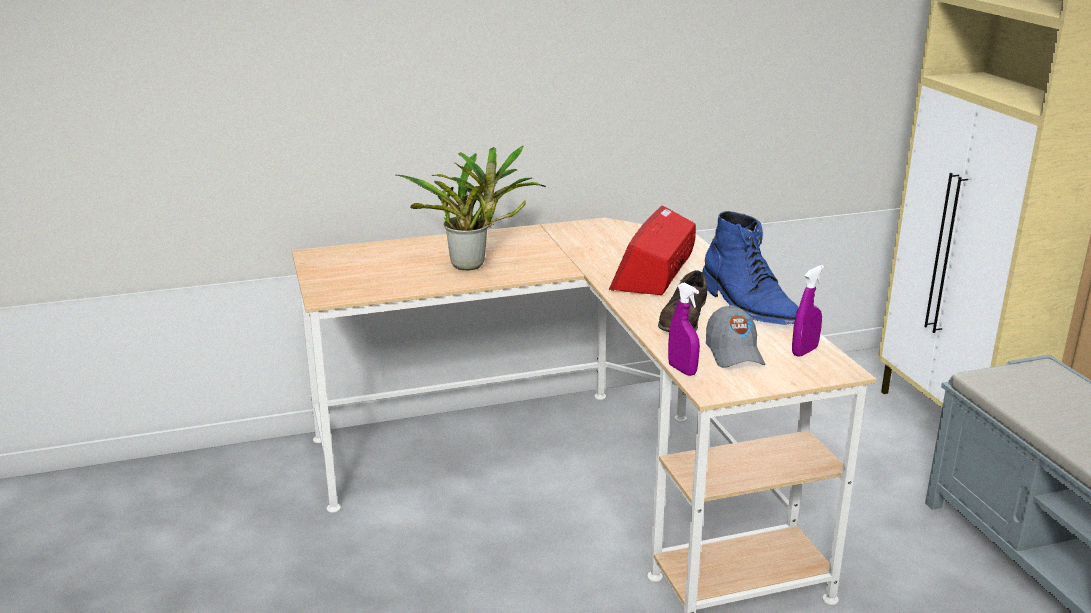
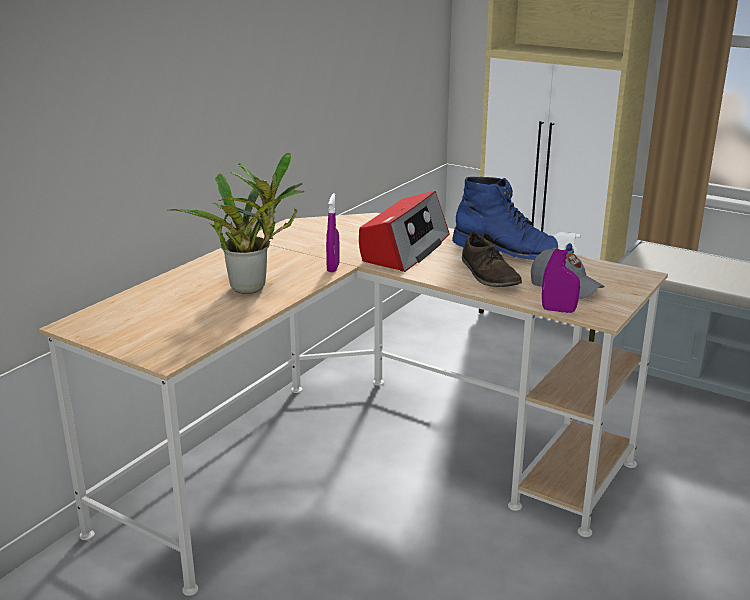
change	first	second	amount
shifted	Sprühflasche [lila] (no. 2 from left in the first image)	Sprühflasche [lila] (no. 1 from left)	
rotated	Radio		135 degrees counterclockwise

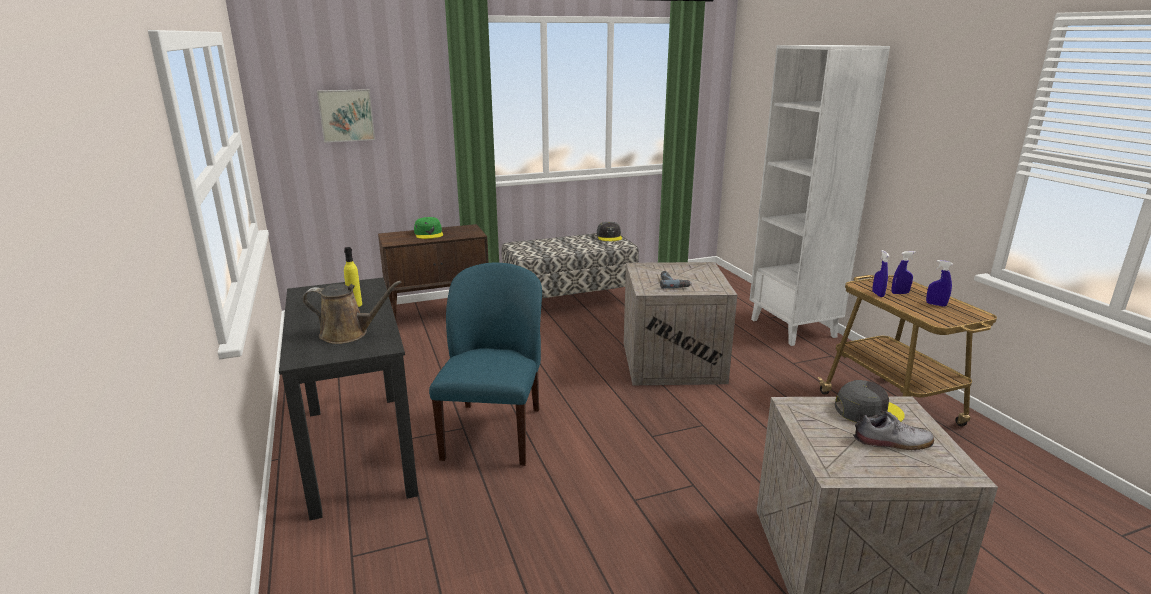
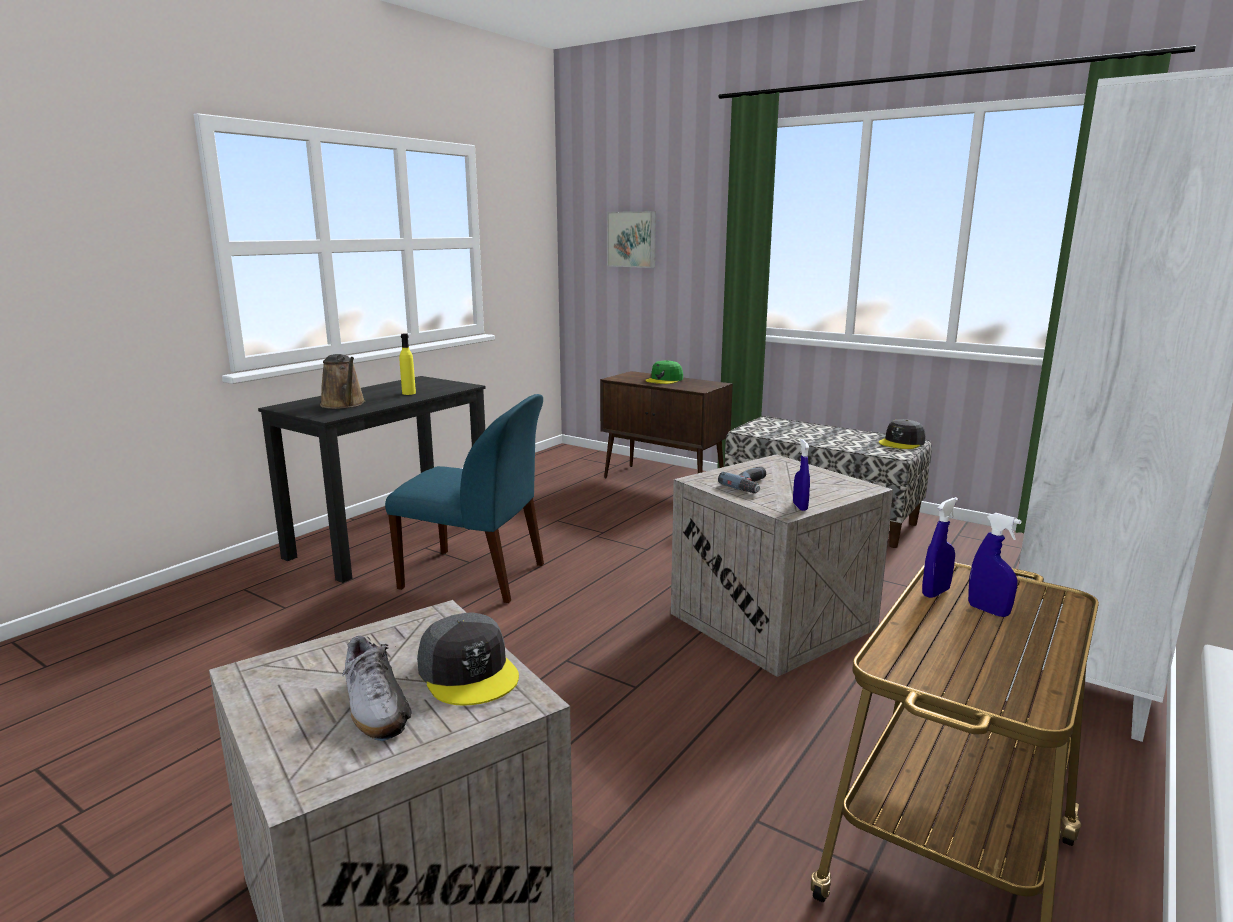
change	first	second	amount
rotated	Stuhl [blau]		45 degrees clockwise
shifted	Sprühflasche [blau] (no. 3 from left in the first image)	Sprühflasche [blau] (no. 1 from left)	

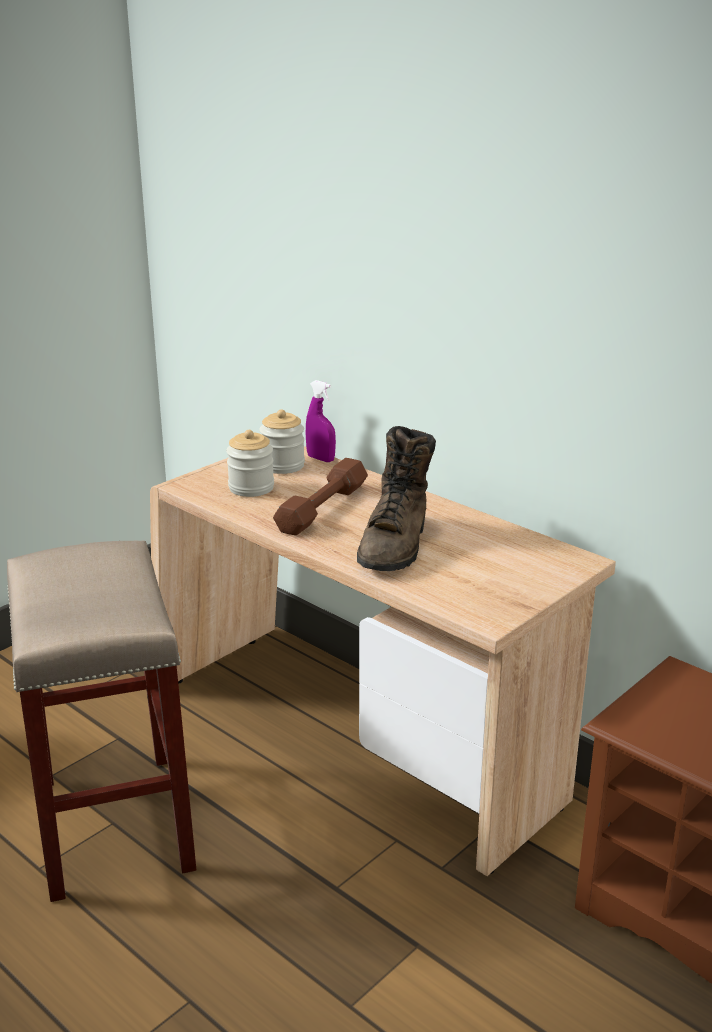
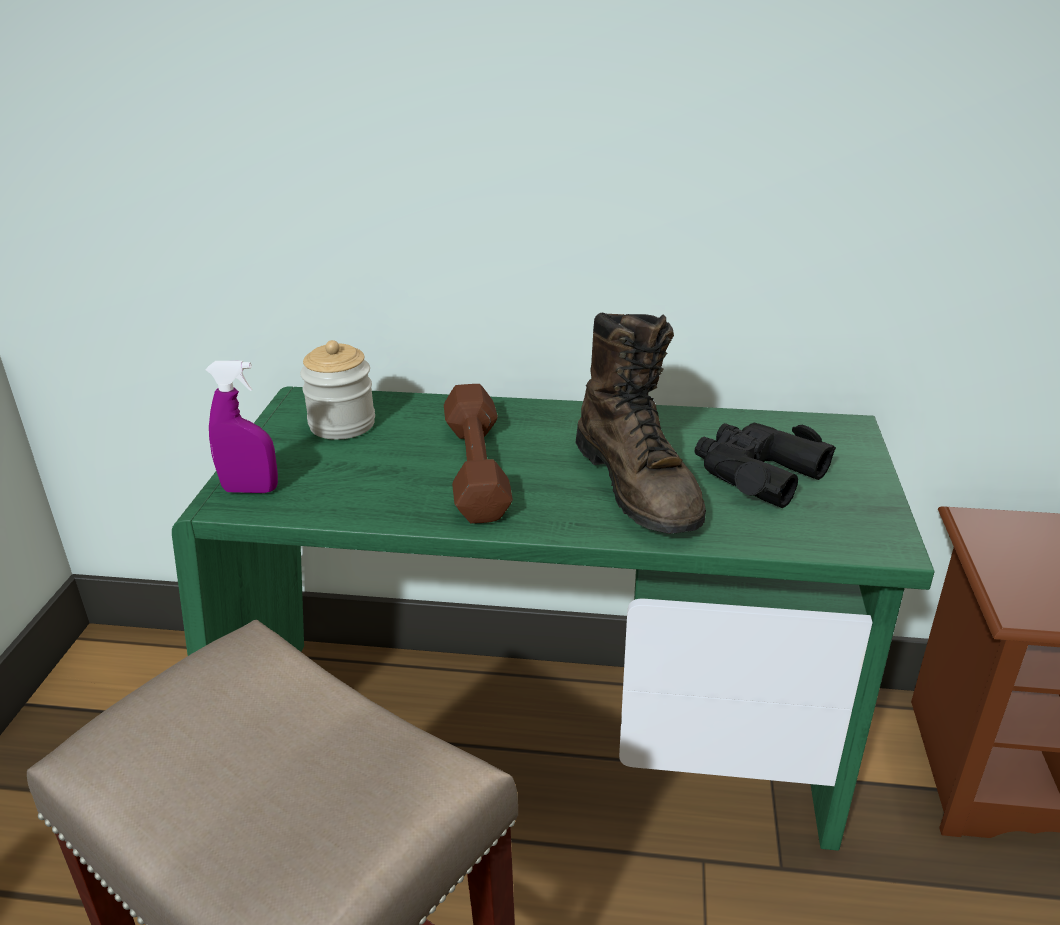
change	first	second	amount
repainted	Schreibtisch [beige]	Schreibtisch [grün]	
shifted	Sprühflasche [lila]		
new		Fernglas [schwarz]	
gone	Vorratsglas (no. 1 from left)		

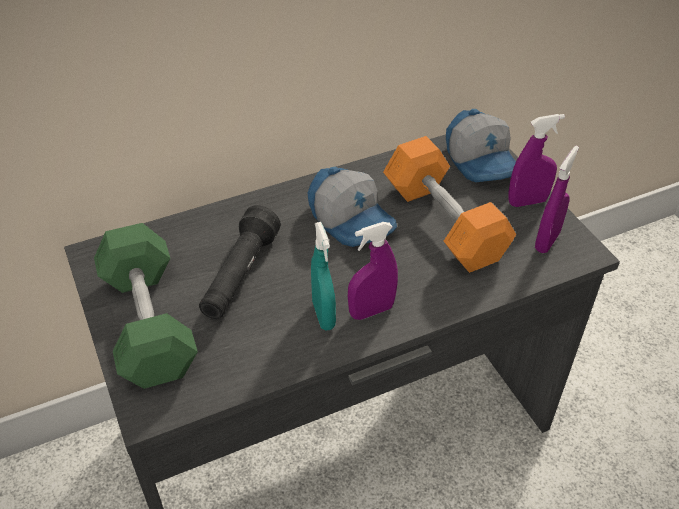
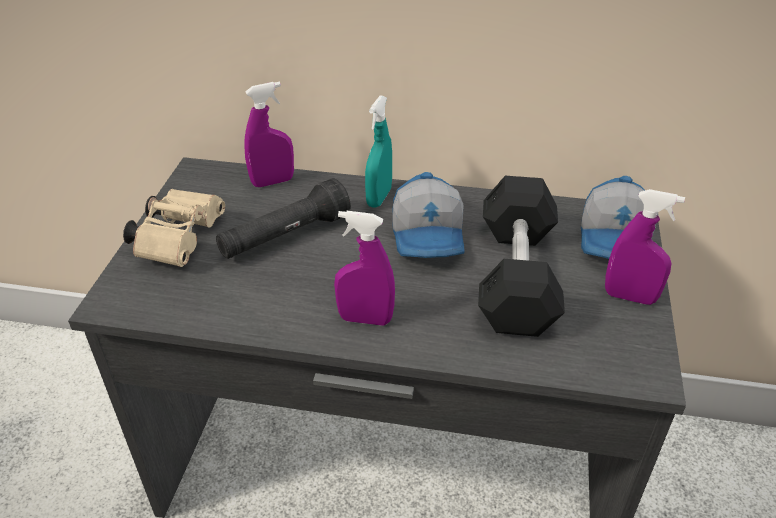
change	first	second	amount
swapped	Hantel [grün]	Fernglas [beige]	
shifted	Sprühflasche [lila] (no. 3 from left in the first image)	Sprühflasche [lila] (no. 1 from left)	
shifted	Sprühflasche [türkis]		
repainted	Hantel [orange]	Hantel [schwarz]	

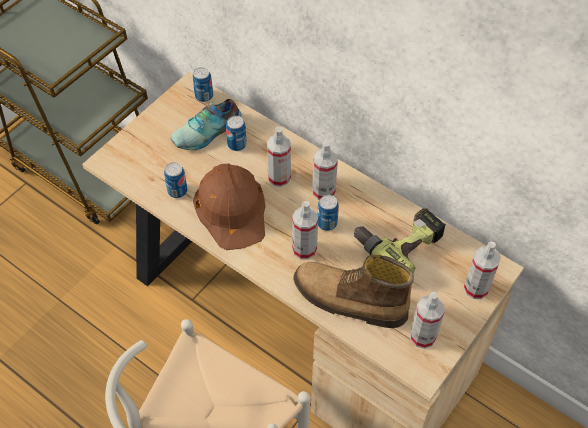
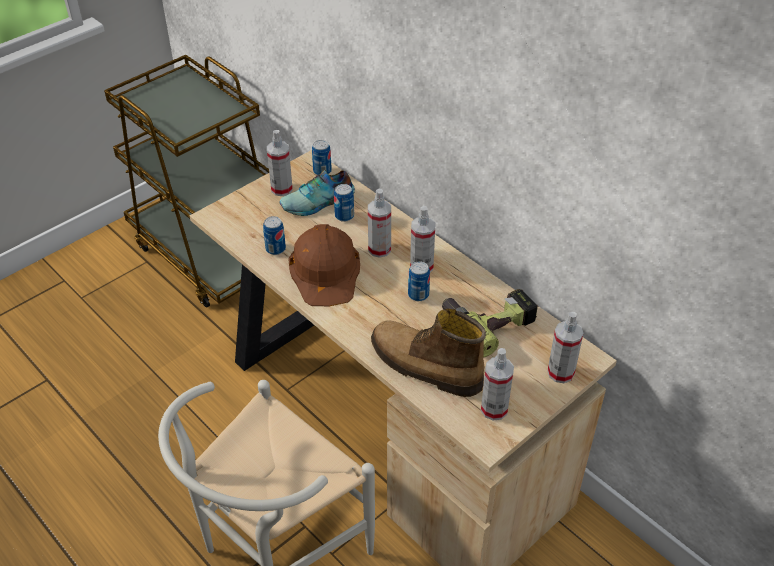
change	first	second	amount
shifted	Sprühflasche (no. 2 from left in the first image)	Sprühflasche (no. 1 from left)	

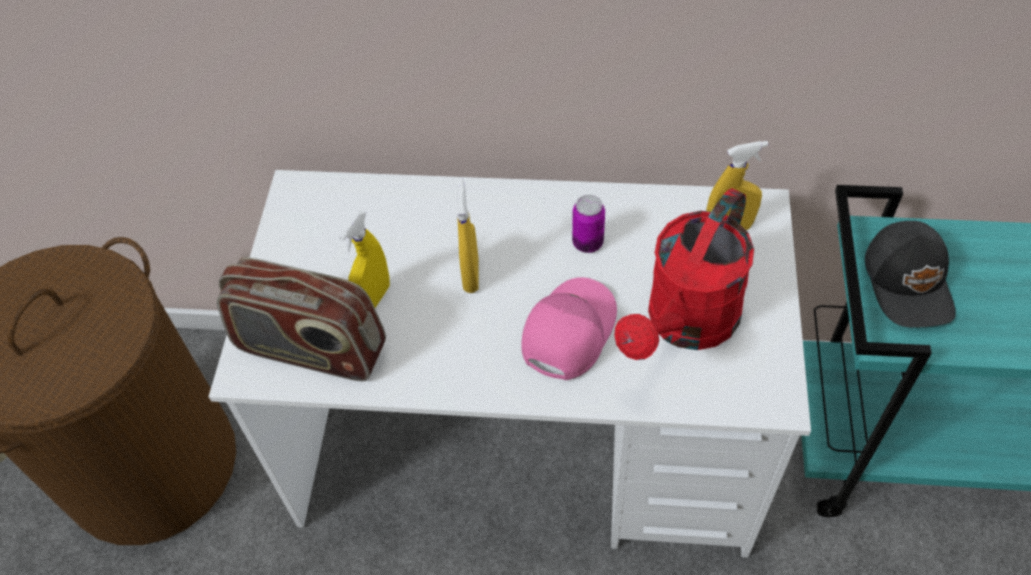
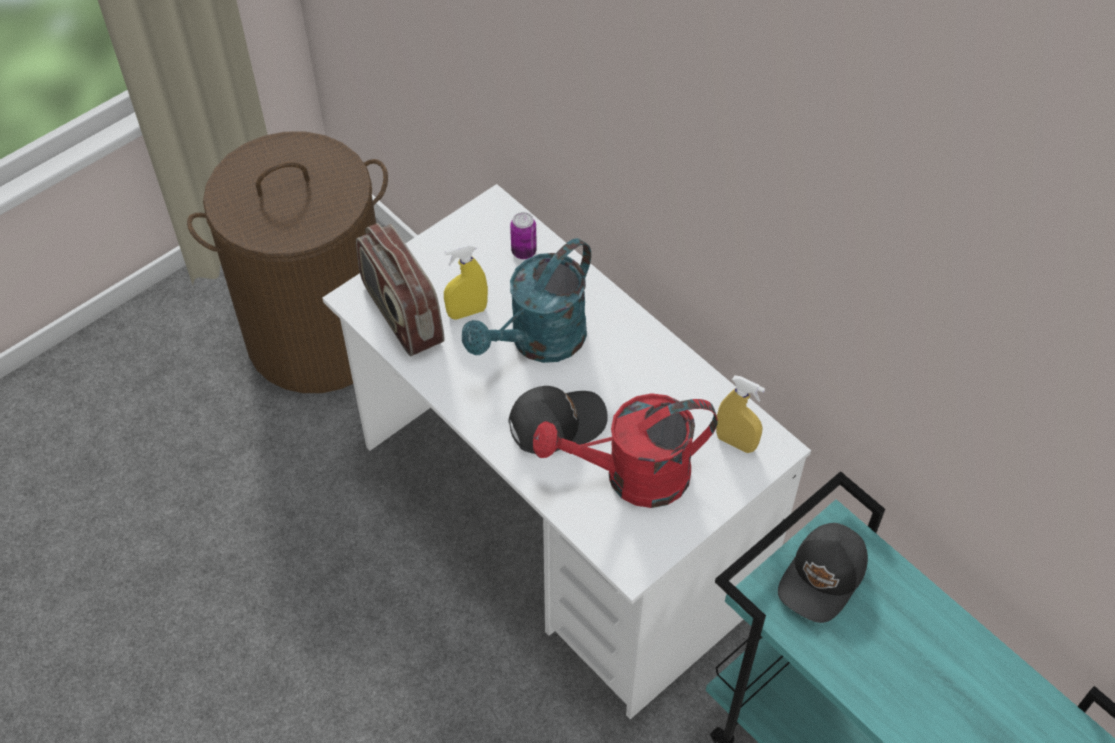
change	first	second	amount
swapped	Sprühflasche [gelb] (no. 2 from left)	Gießkanne [türkis]	
repainted	Kappe [rosa]	Kappe [schwarz] (no. 1 from left)	
shifted	Dose		

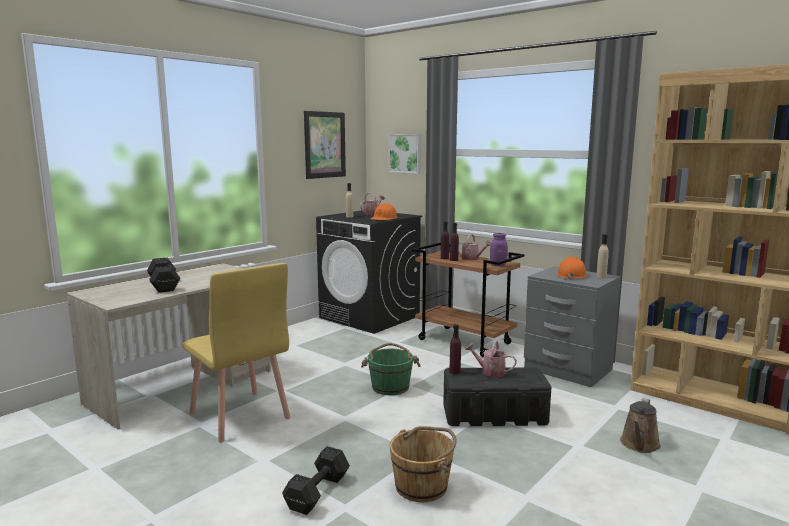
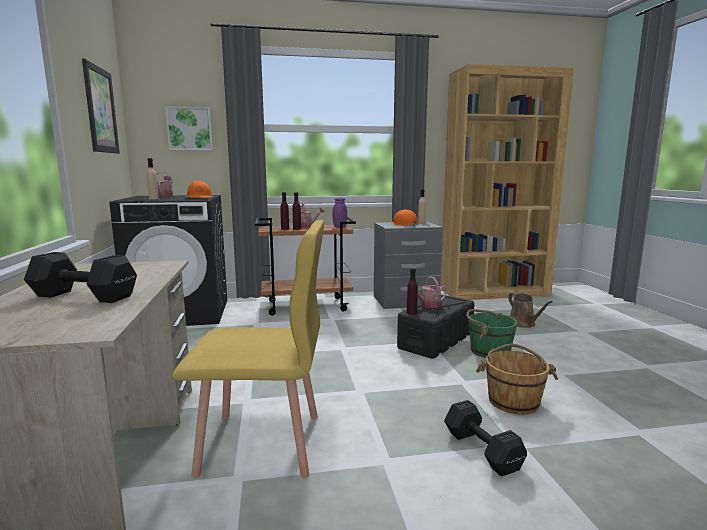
change	first	second	amount
shifted	Eimer [grün]		

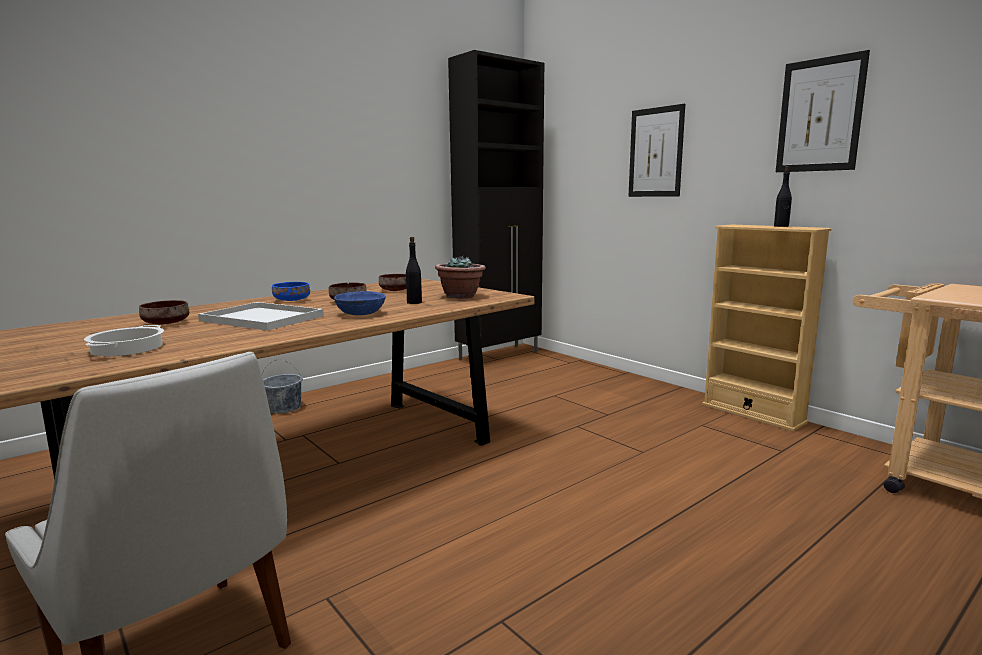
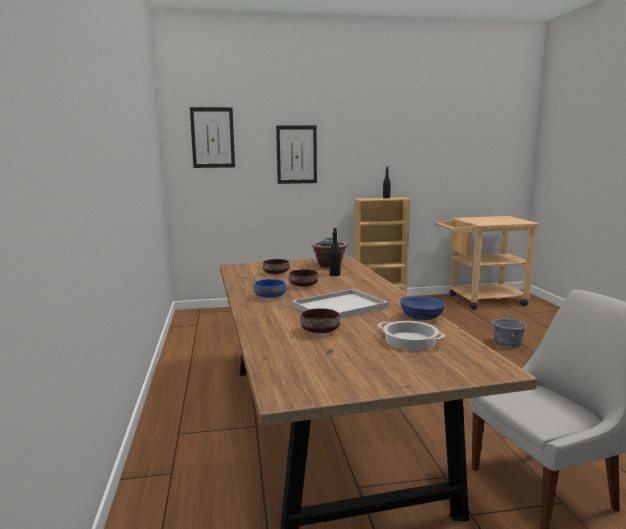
change	first	second	amount
shifted	Bild (no. 2 from left in the first image)	Bild (no. 1 from left)	
shifted	Schüssel [blau] (no. 2 from left)		
shifted	Eimer [grau]		
gone	Schrank [schwarz]		

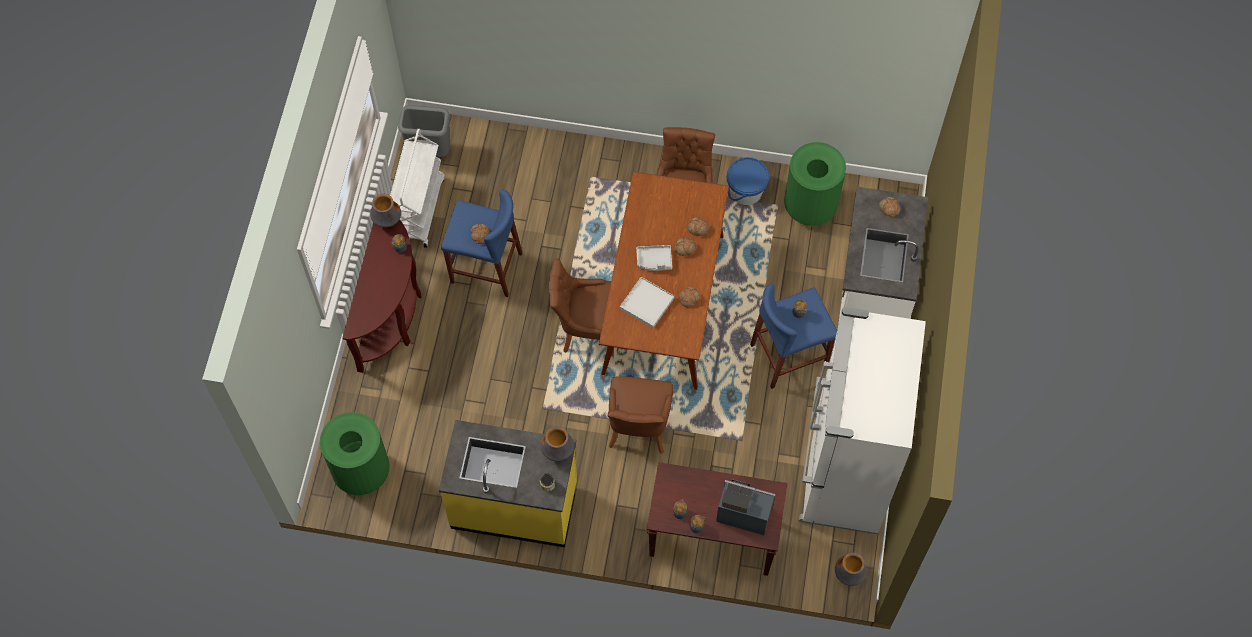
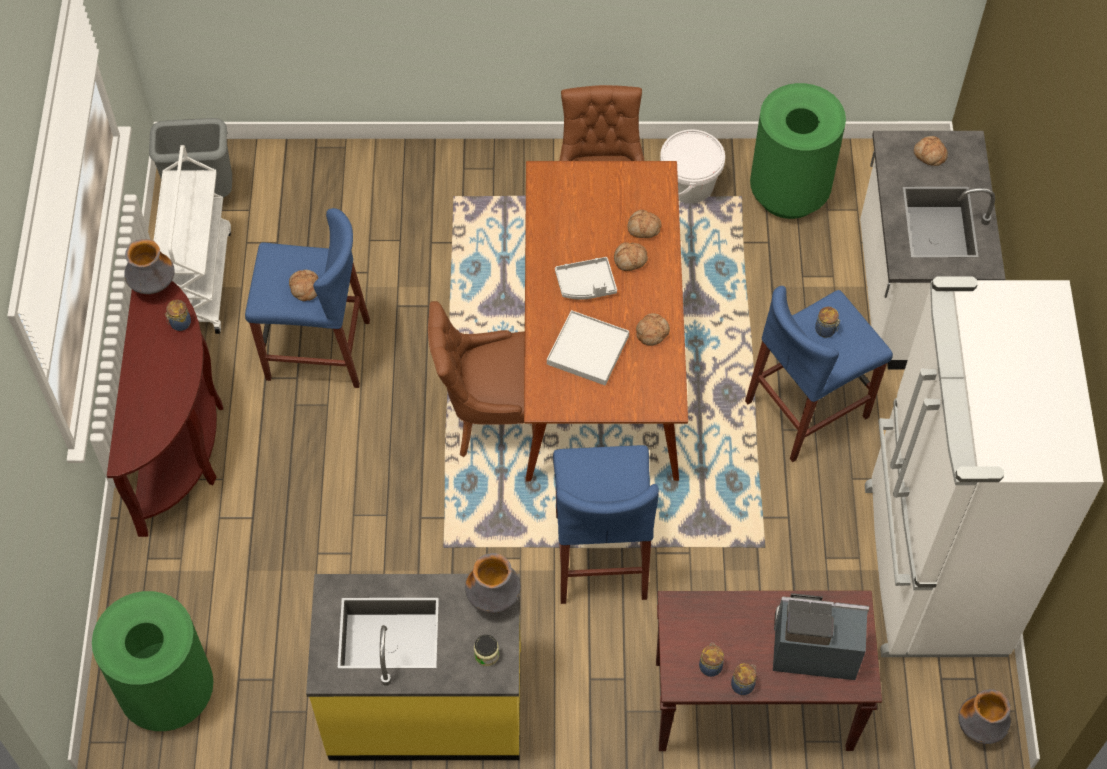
change	first	second	amount
swapped	Stuhl [braun] (no. 2 from left)	Hocker [blau] (no. 2 from left)	
repainted	Eimer [blau]	Eimer [weiß]	

